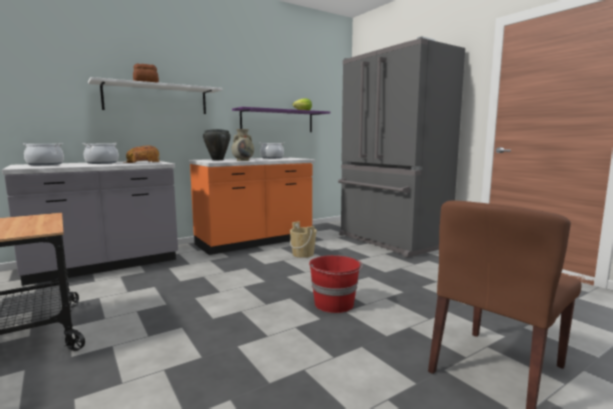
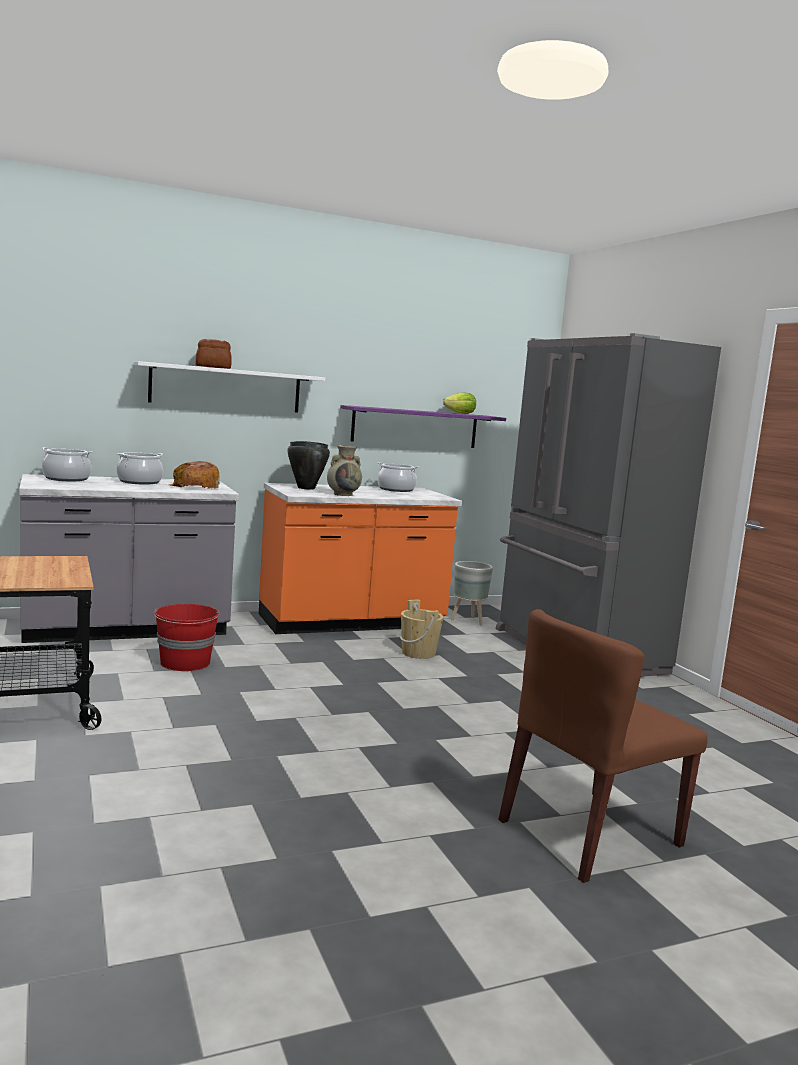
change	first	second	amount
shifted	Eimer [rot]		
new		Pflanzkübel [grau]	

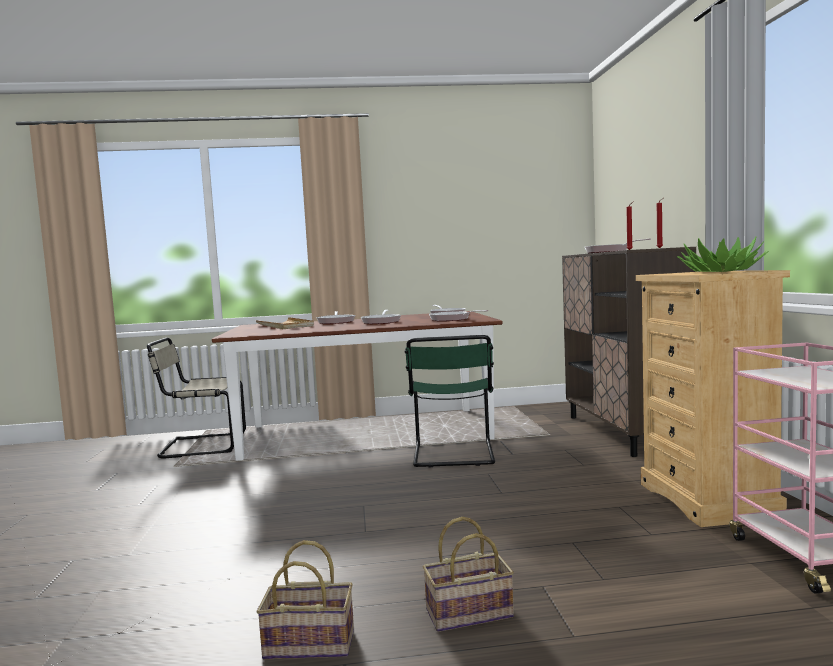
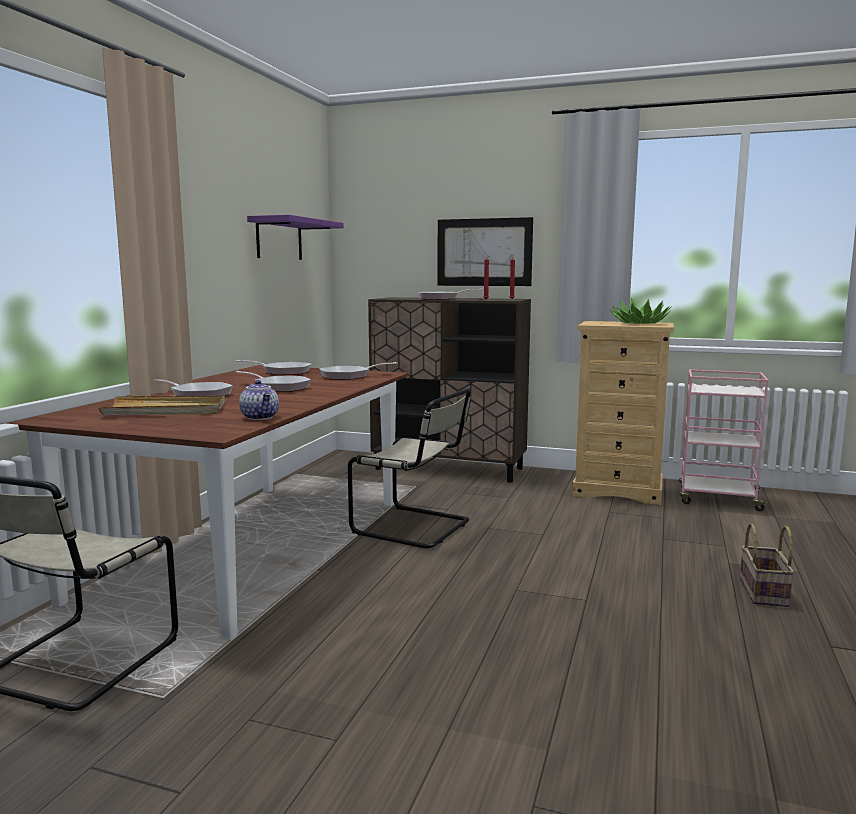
change	first	second	amount
new		Teekanne	
new		Wandregal [lila]	
repainted	Stuhl [grün]	Stuhl [beige] (no. 2 from left)	
new		Bild	
gone	Korb (no. 1 from left)		

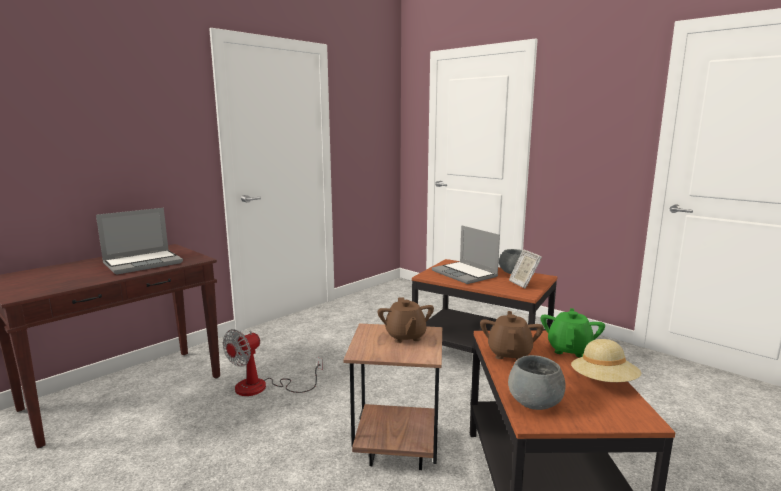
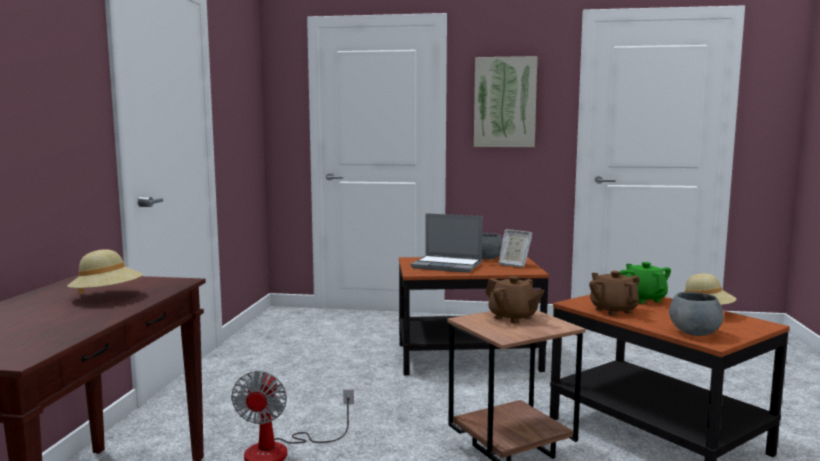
change	first	second	amount
swapped	Laptop (no. 1 from left)	Hut [beige] (no. 1 from left)	
new		Bild	

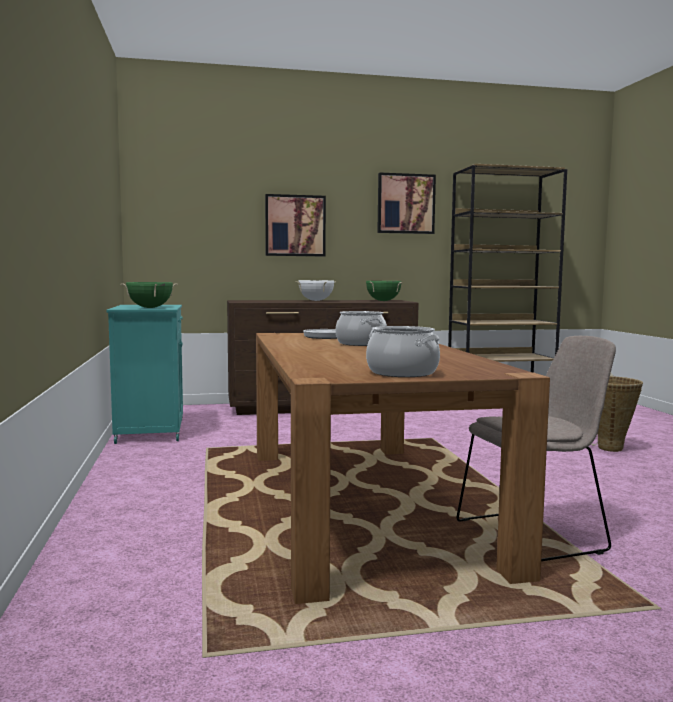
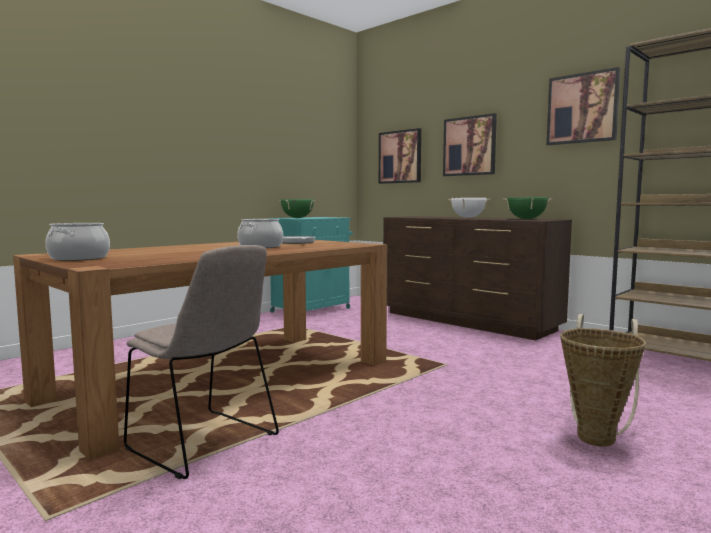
change	first	second	amount
new		Bild (no. 1 from left)	

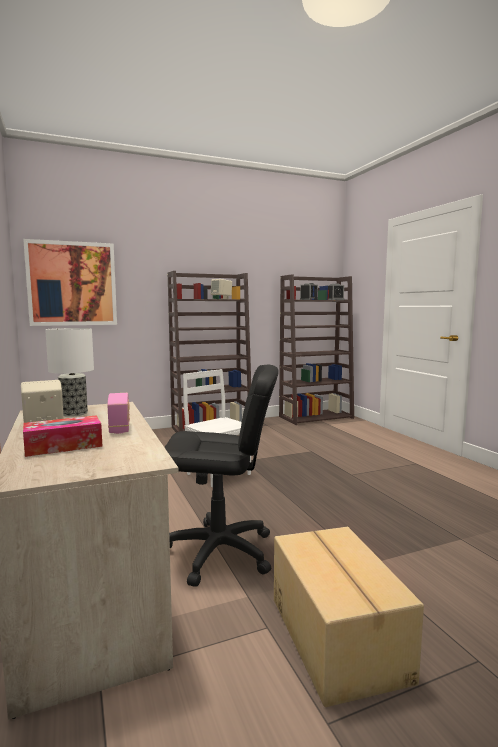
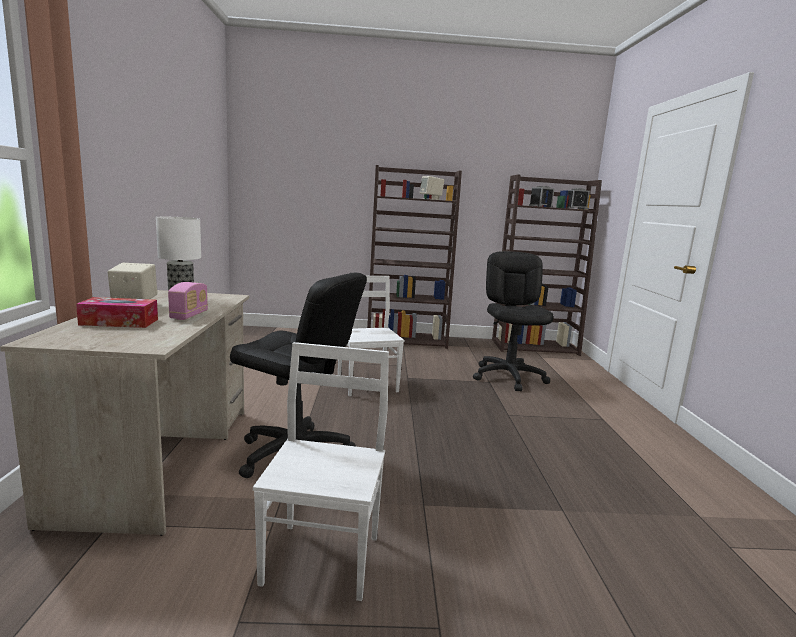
change	first	second	amount
swapped	Karton	Stuhl [weiß] (no. 1 from left)	
new		Bürostuhl [schwarz] (no. 2 from left)	
gone	Bild		

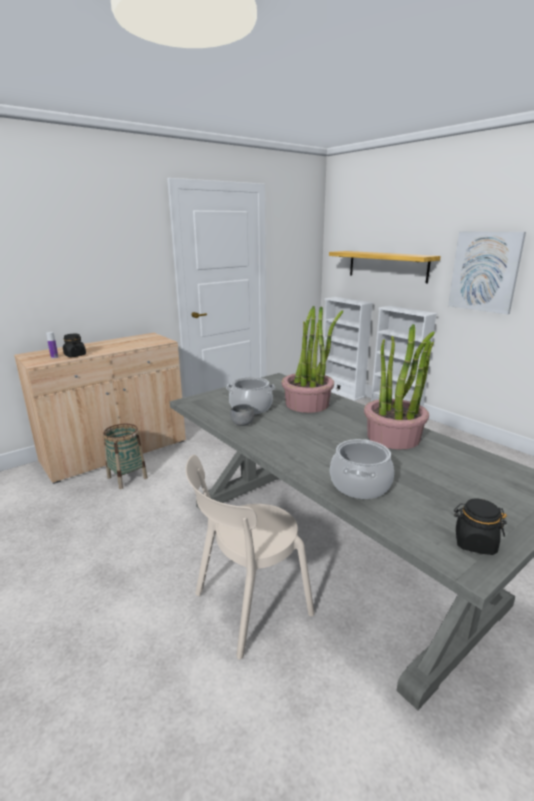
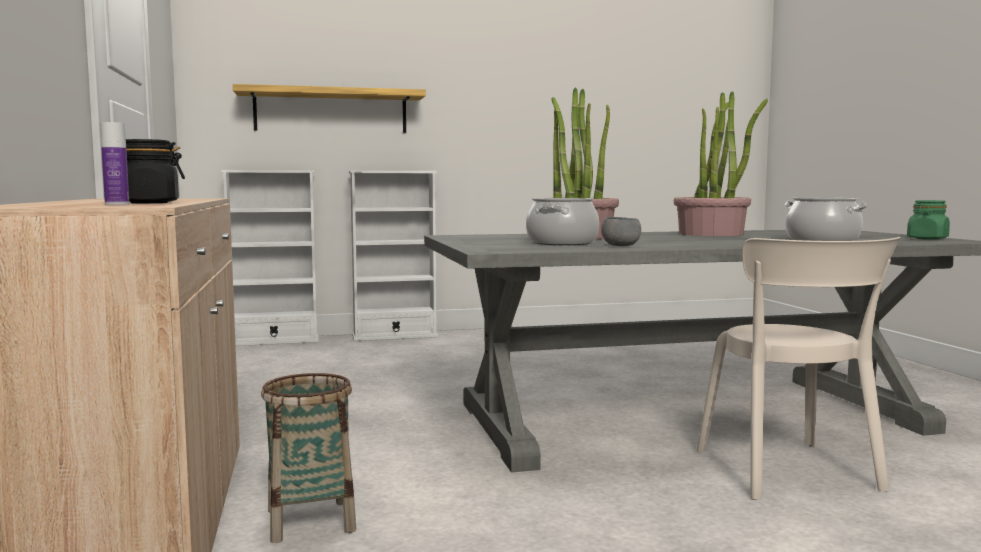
change	first	second	amount
repainted	Vorratsglas [schwarz] (no. 2 from left)	Vorratsglas [grün]	
gone	Bild		

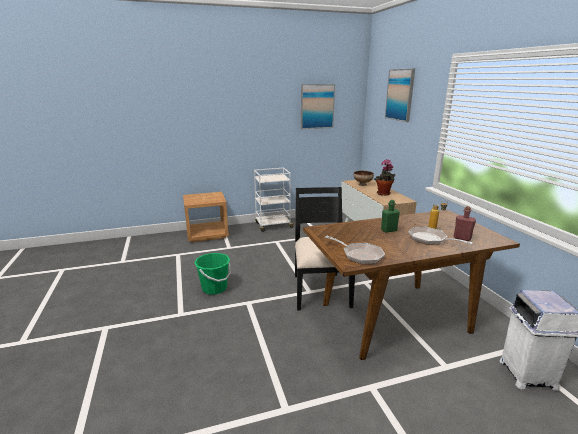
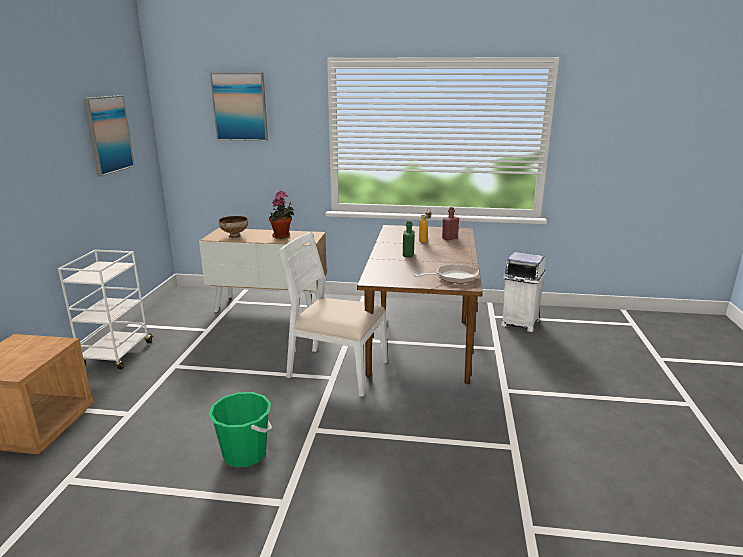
change	first	second	amount
repainted	Stuhl [schwarz]	Stuhl [weiß]	
gone	Pfanne (no. 2 from left)		

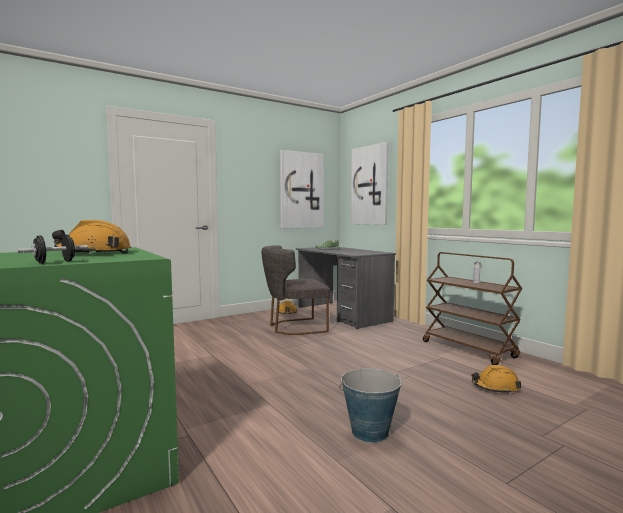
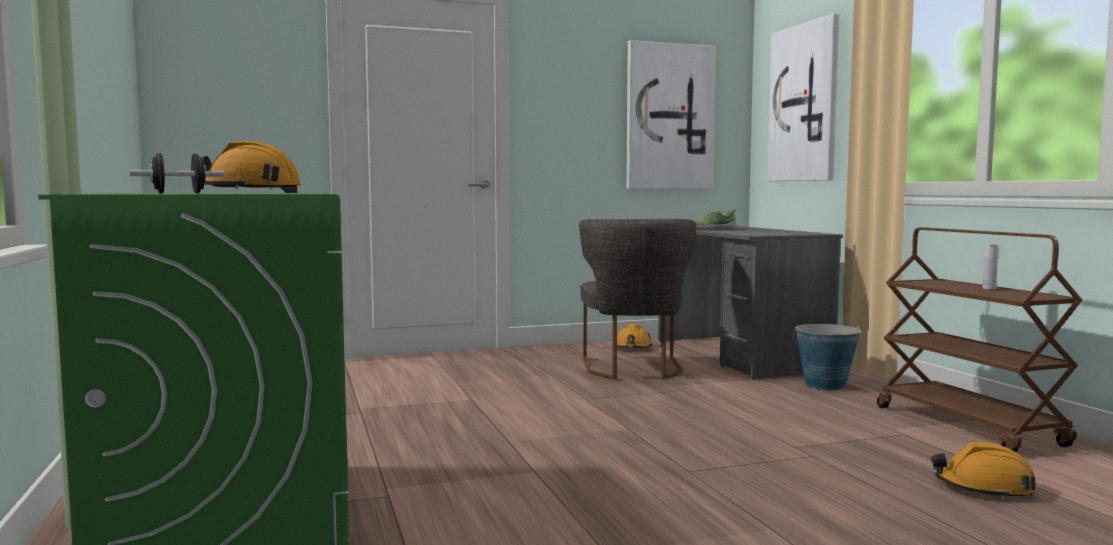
change	first	second	amount
rotated	Stuhl [grau]		90 degrees counterclockwise
shifted	Eimer		

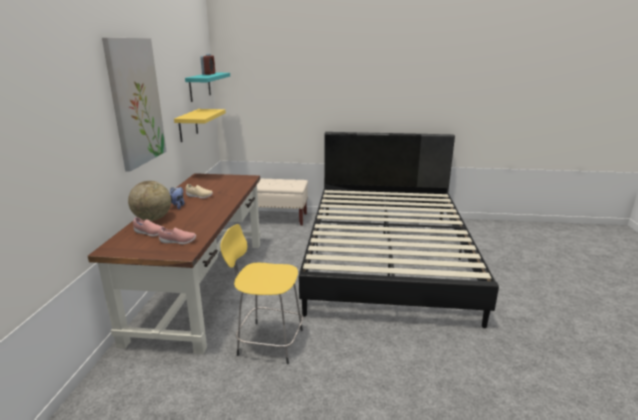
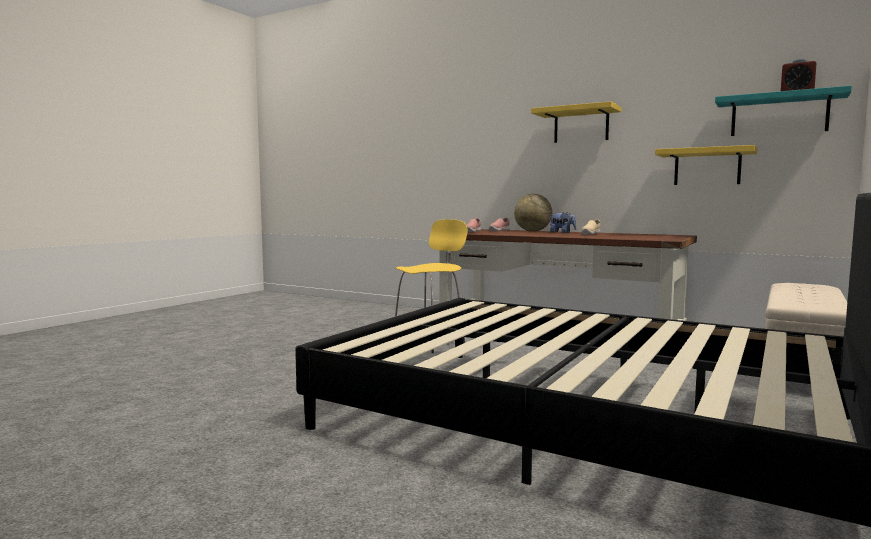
change	first	second	amount
swapped	Bild	Wandregal [gelb] (no. 1 from left)	

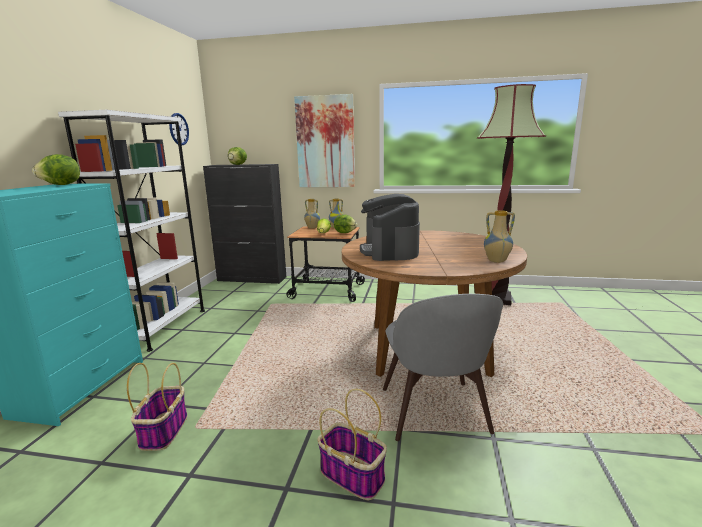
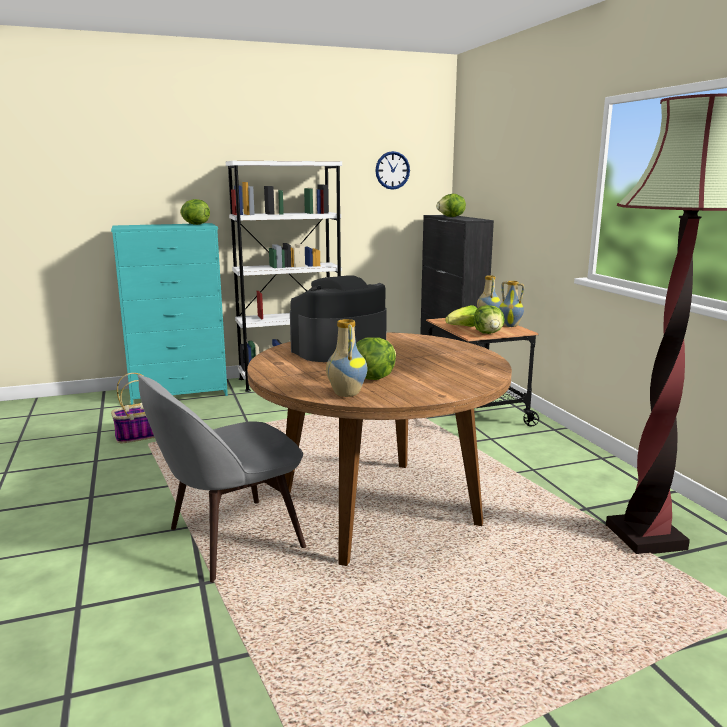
change	first	second	amount
new		Salatkopf (no. 2 from left)	
gone	Bild		
gone	Korb (no. 2 from left)		

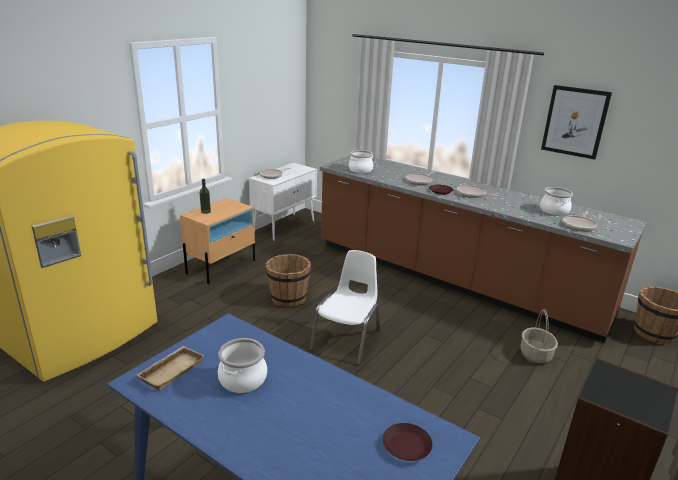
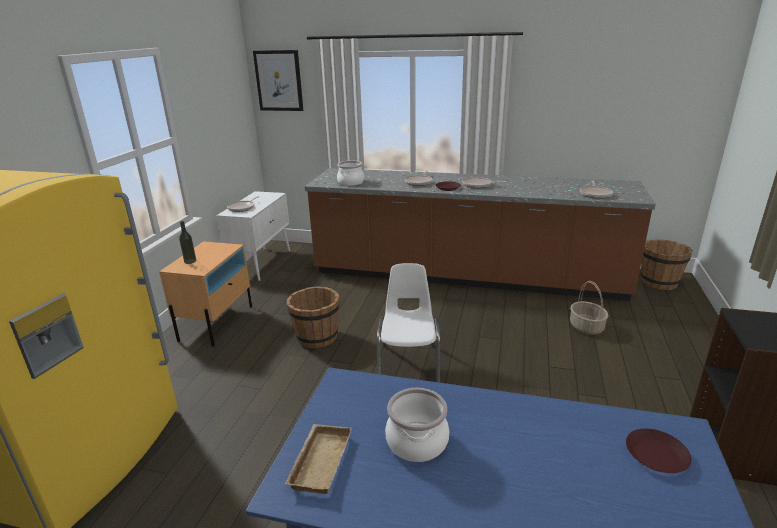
change	first	second	amount
shifted	Bild		
gone	Kochtopf (no. 3 from left)		

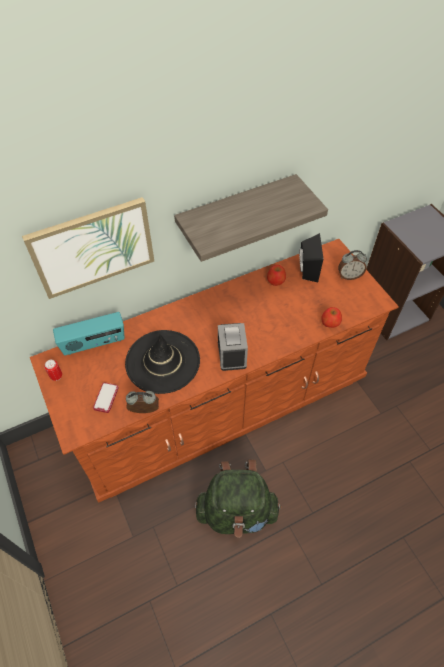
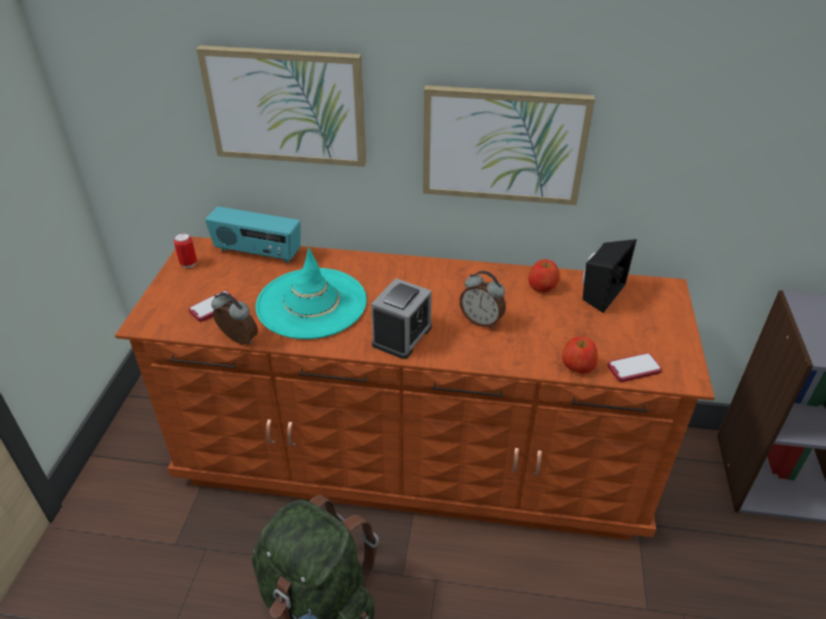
change	first	second	amount
repainted	Hut [schwarz]	Hut [türkis]	
swapped	Wandregal	Bild (no. 2 from left)	
shifted	Wecker (no. 3 from left)		
new		Handy (no. 2 from left)	

